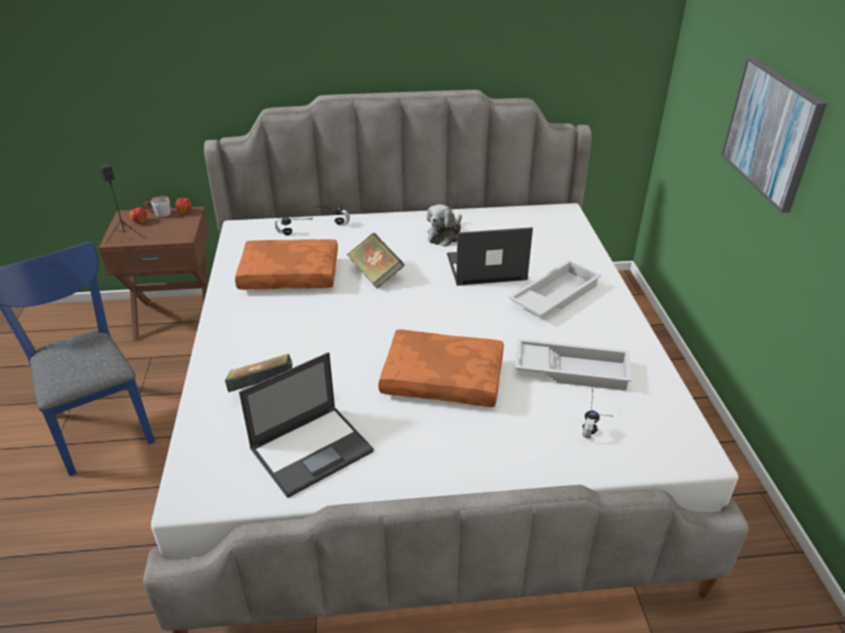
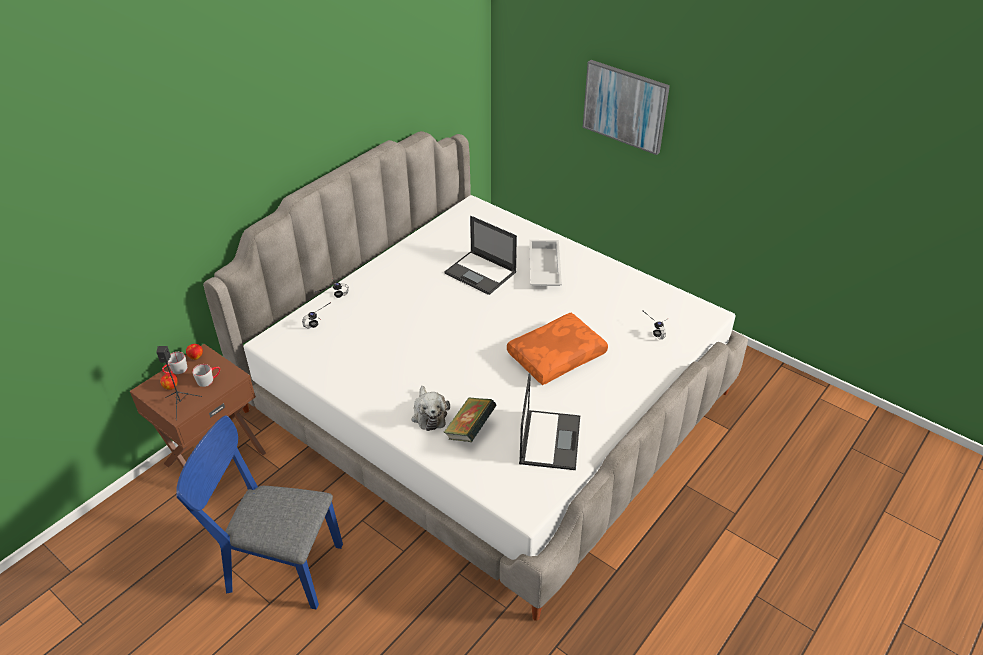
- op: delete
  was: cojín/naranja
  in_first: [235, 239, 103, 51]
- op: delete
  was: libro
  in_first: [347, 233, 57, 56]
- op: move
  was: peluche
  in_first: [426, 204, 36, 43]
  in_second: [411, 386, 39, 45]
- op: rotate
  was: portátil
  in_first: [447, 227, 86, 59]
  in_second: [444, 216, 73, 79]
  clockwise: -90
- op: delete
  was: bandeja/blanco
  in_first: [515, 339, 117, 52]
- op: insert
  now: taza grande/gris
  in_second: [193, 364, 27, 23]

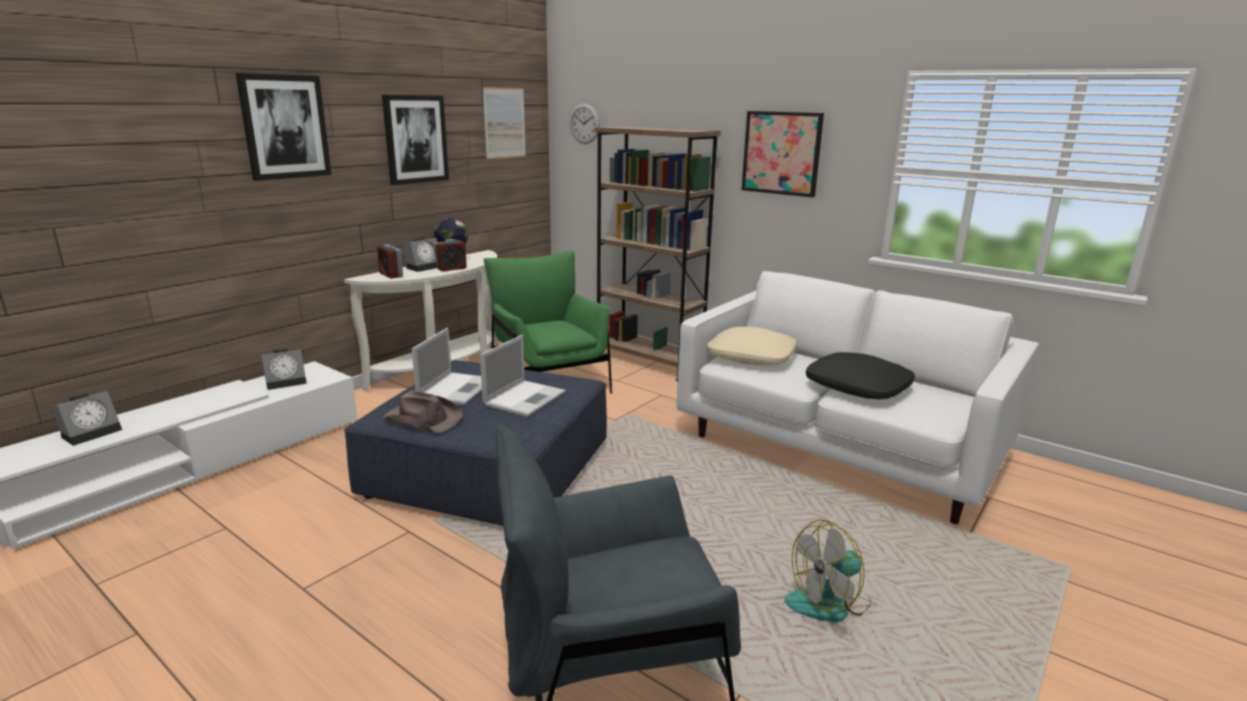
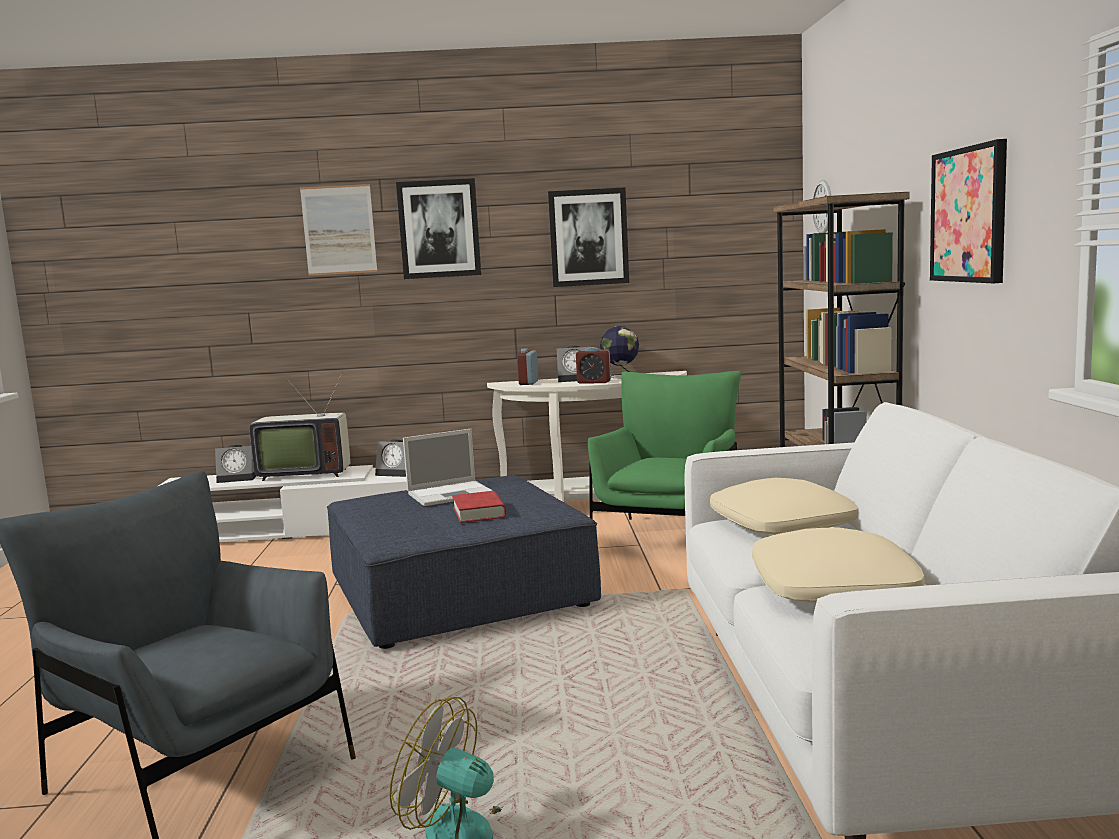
- op: delete
  was: sombrero/marrón
  in_first: [383, 391, 80, 42]
- op: replace
  was: portátil
  now: libro/rojo
  in_first: [480, 335, 86, 82]
  in_second: [452, 491, 54, 32]
- op: move
  was: cuadro
  in_first: [483, 87, 43, 73]
  in_second: [300, 184, 78, 92]
- op: recolor
  was: cojín/negro
  now: cojín/beis
  in_first: [806, 352, 109, 47]
  in_second: [752, 528, 173, 75]
- op: insert
  now: televisor
  in_second: [249, 372, 101, 109]

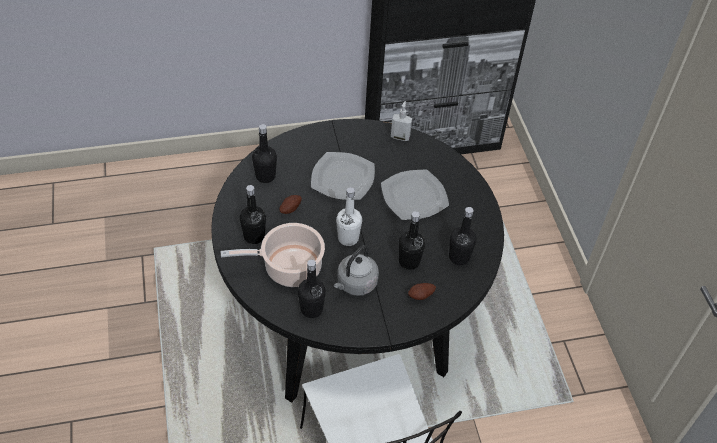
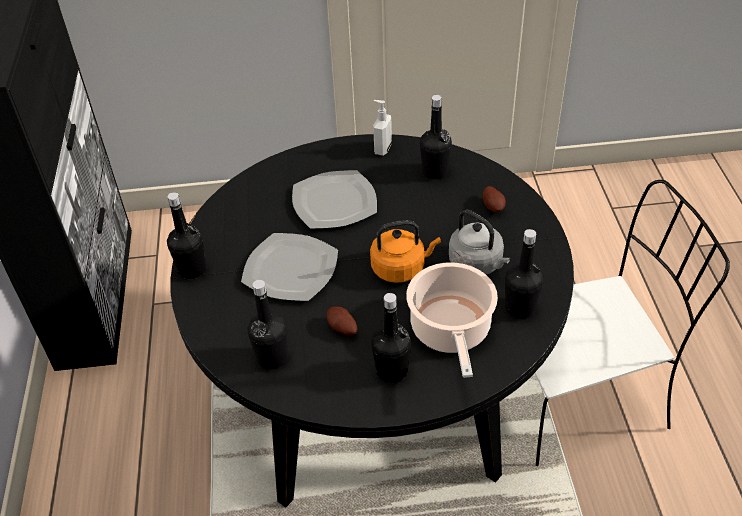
- op: replace
  was: botella/blanco
  now: hervidor/naranja
  in_first: [336, 187, 26, 59]
  in_second: [370, 220, 71, 63]
- op: move
  was: dispensador de jabón
  in_first: [391, 101, 21, 40]
  in_second: [373, 100, 19, 56]
- op: move
  was: botella/negro
  in_first: [399, 211, 26, 59]
  in_second: [167, 192, 39, 87]

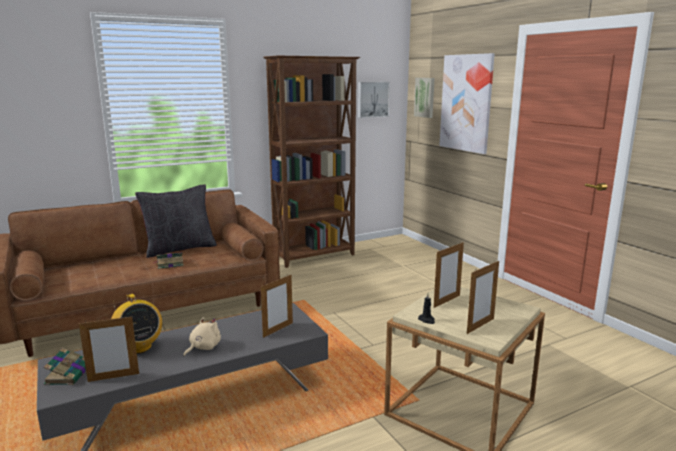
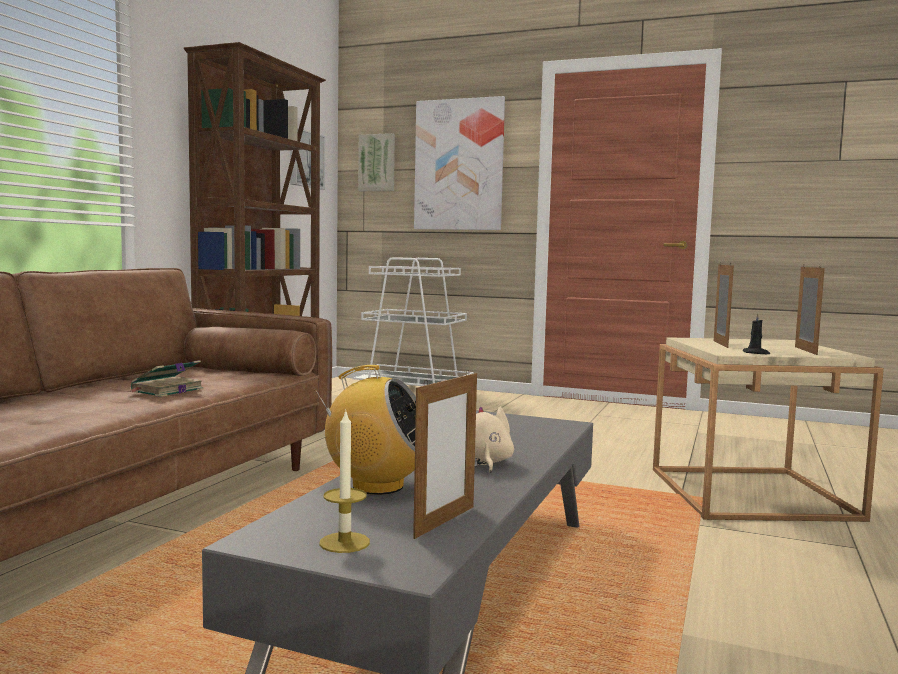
- op: replace
  was: libro
  now: vela
  in_first: [43, 348, 43, 37]
  in_second: [319, 409, 51, 144]
- op: delete
  was: cojín/negro
  in_first: [135, 185, 82, 73]
- op: delete
  was: portarretratos
  in_first: [261, 274, 32, 64]
- op: insert
  now: carrito/blanco
  in_second: [352, 257, 122, 129]

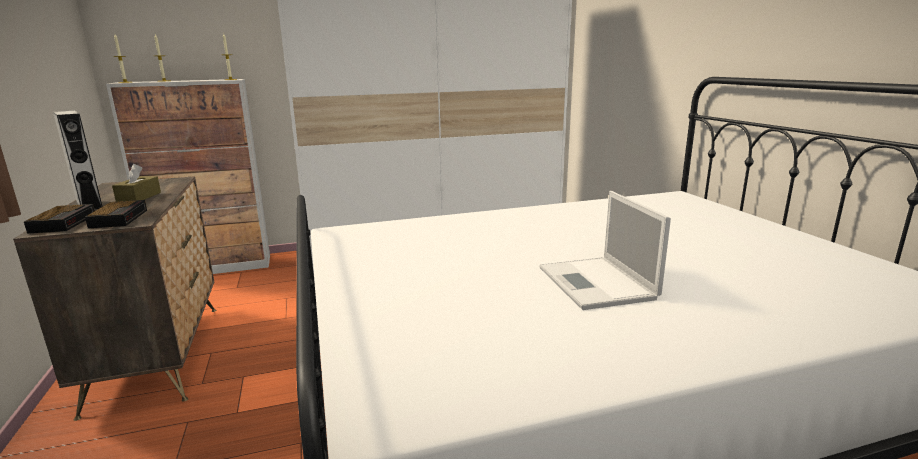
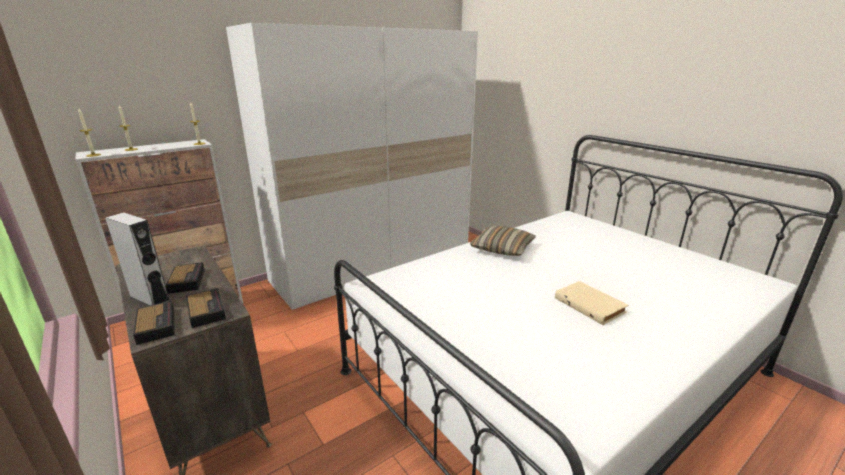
- op: replace
  was: caja de pañuelos/marrón
  now: despertador
  in_first: [112, 164, 49, 38]
  in_second: [166, 262, 39, 32]
- op: replace
  was: portátil
  now: libro/beis
  in_first: [539, 191, 132, 119]
  in_second: [555, 281, 73, 44]
- op: insert
  now: cojín
  in_second: [470, 226, 66, 30]

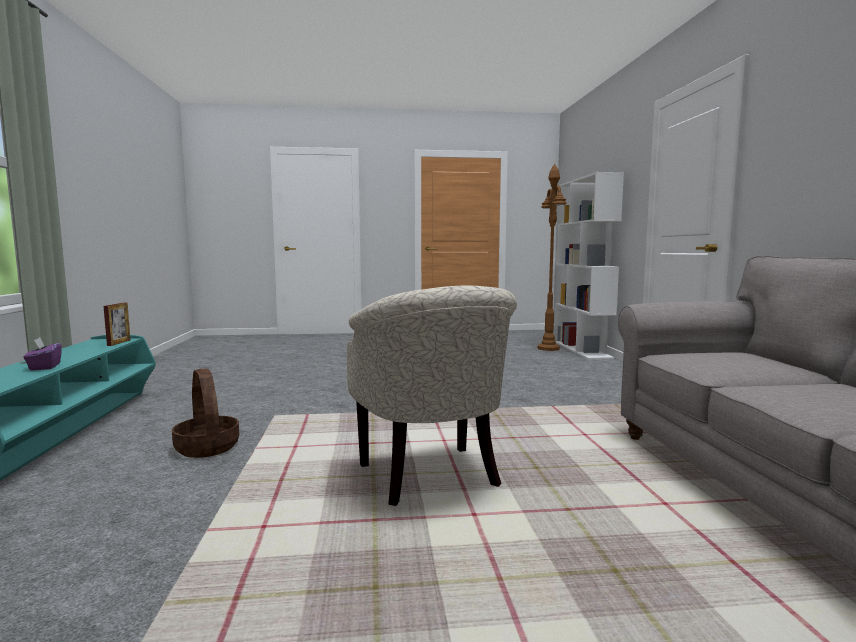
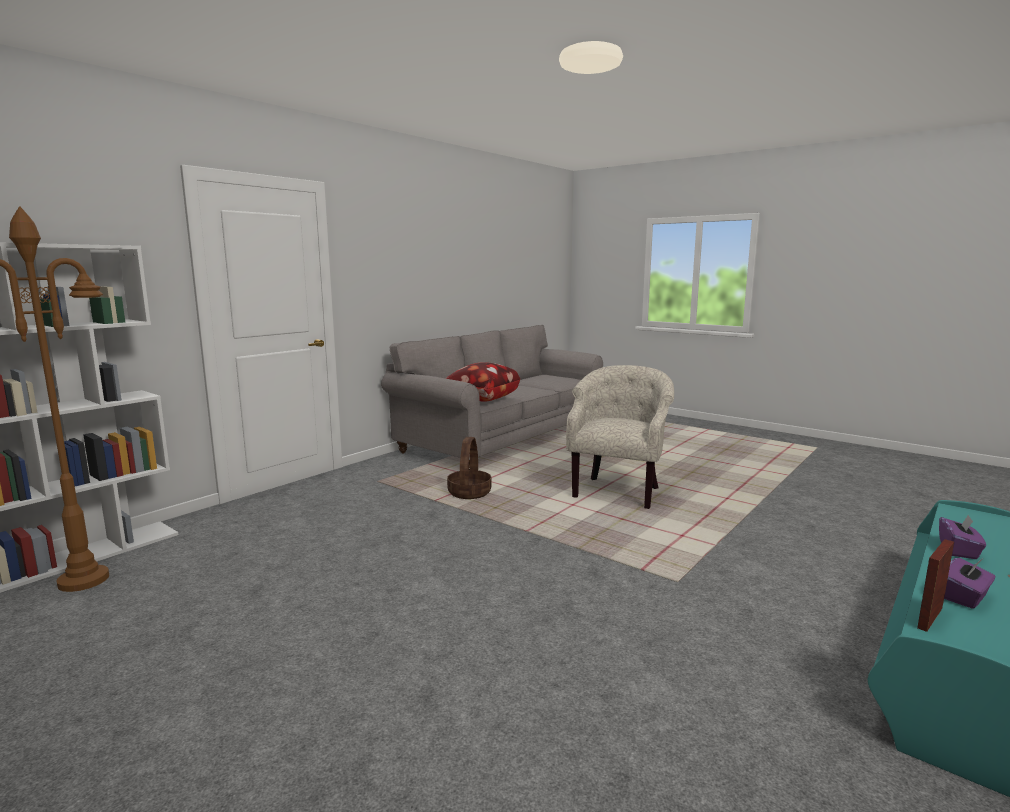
- op: move
  was: cesta
  in_first: [172, 369, 67, 89]
  in_second: [447, 437, 45, 62]
- op: insert
  now: cojín
  in_second: [445, 362, 75, 39]
- op: insert
  now: caja de pañuelos/morado
  in_second: [944, 558, 51, 51]

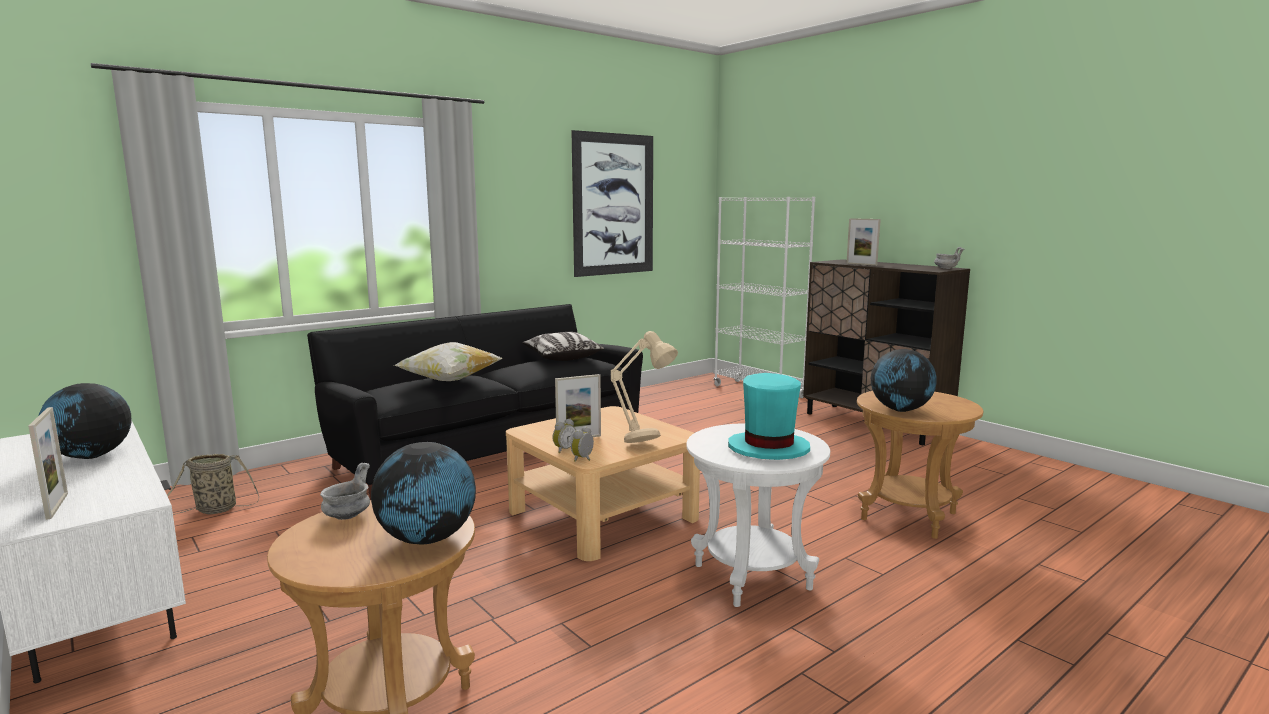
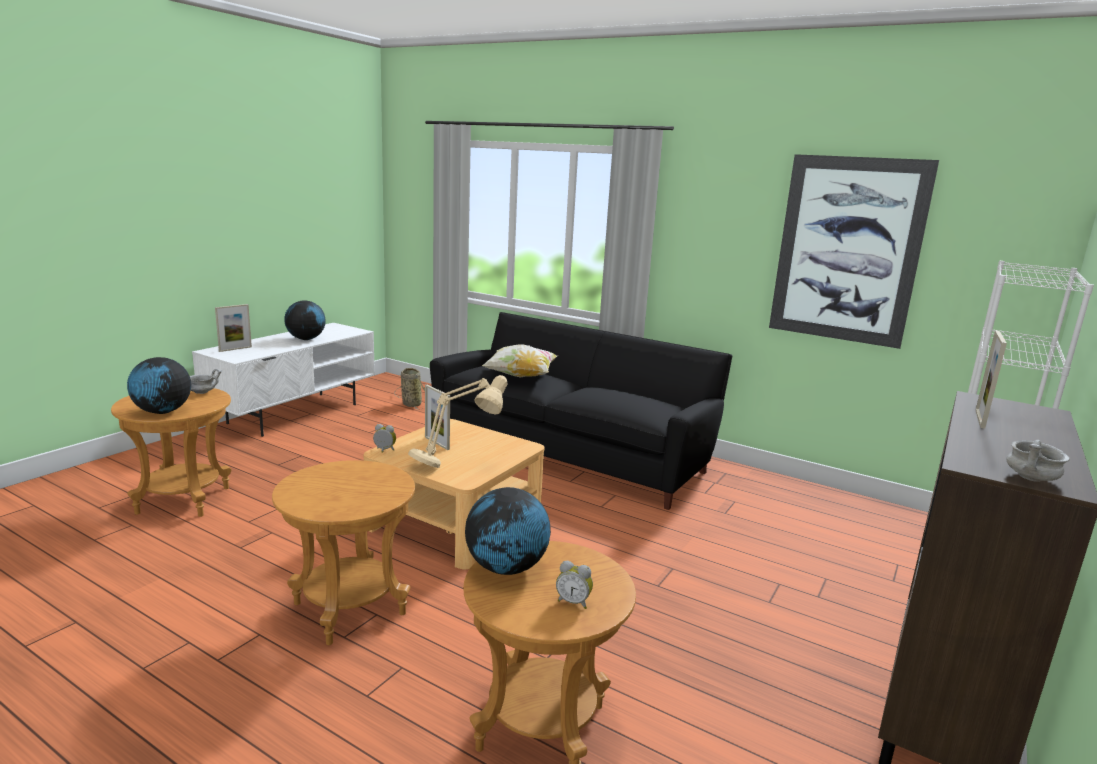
- op: delete
  was: cojín
  in_first: [522, 332, 82, 29]
- op: move
  was: despertador
  in_first: [553, 419, 23, 34]
  in_second: [556, 561, 37, 48]
- op: recolor
  was: mesa auxiliar/blanco
  now: mesa auxiliar/marrón
  in_first: [686, 423, 144, 184]
  in_second: [272, 460, 143, 185]
- op: delete
  was: sombrero/turquesa
  in_first: [728, 373, 82, 87]

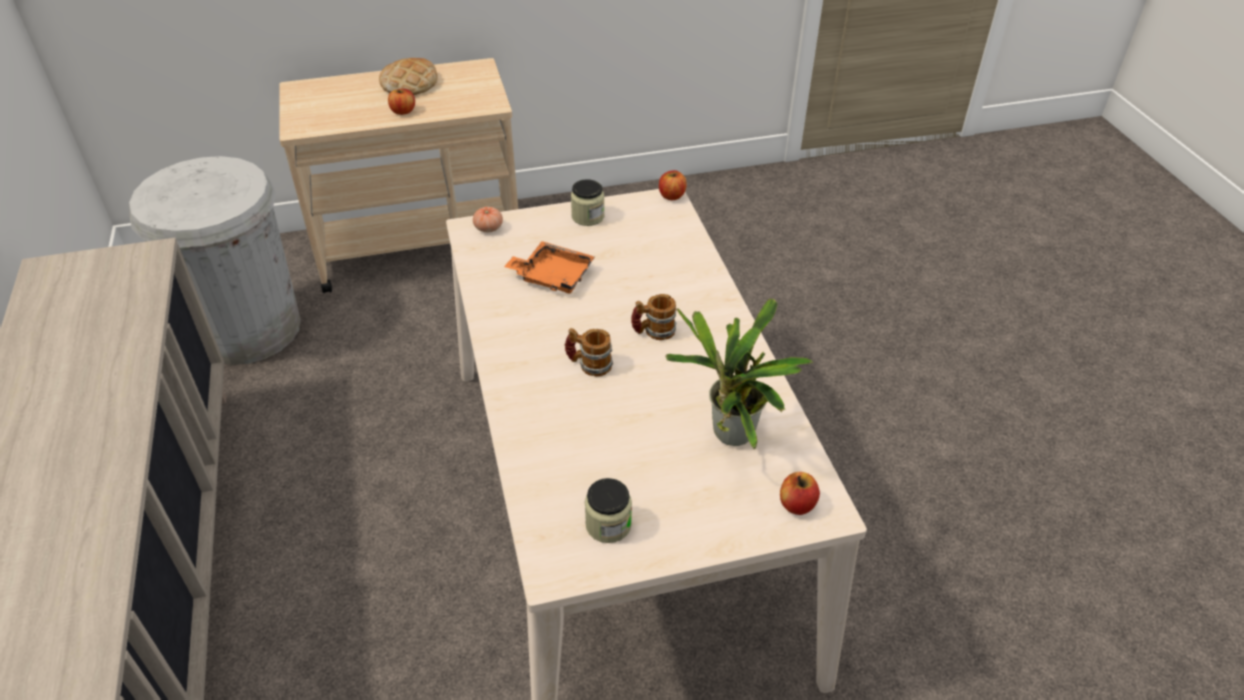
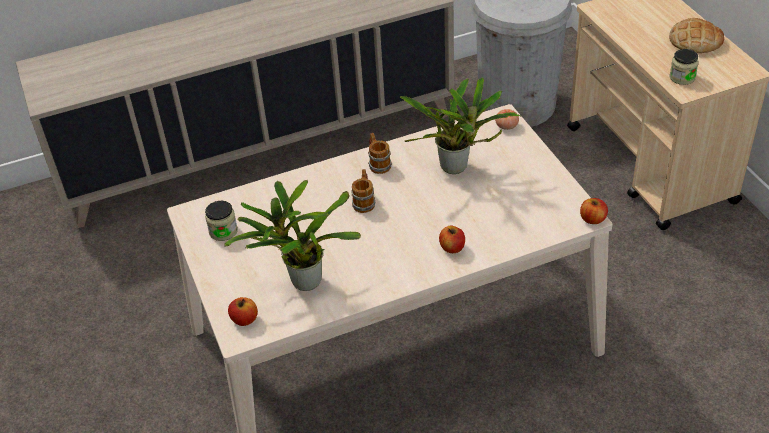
- op: move
  was: manzana
  in_first: [388, 89, 27, 26]
  in_second: [439, 226, 26, 27]
- op: replace
  was: bandeja/naranja
  now: planta en maceta
  in_first: [504, 241, 91, 53]
  in_second: [400, 78, 121, 96]
- op: move
  was: tarro
  in_first: [571, 179, 34, 47]
  in_second: [669, 49, 30, 36]
- op: move
  was: taza grande
  in_first: [631, 294, 46, 46]
  in_second: [368, 133, 24, 41]

